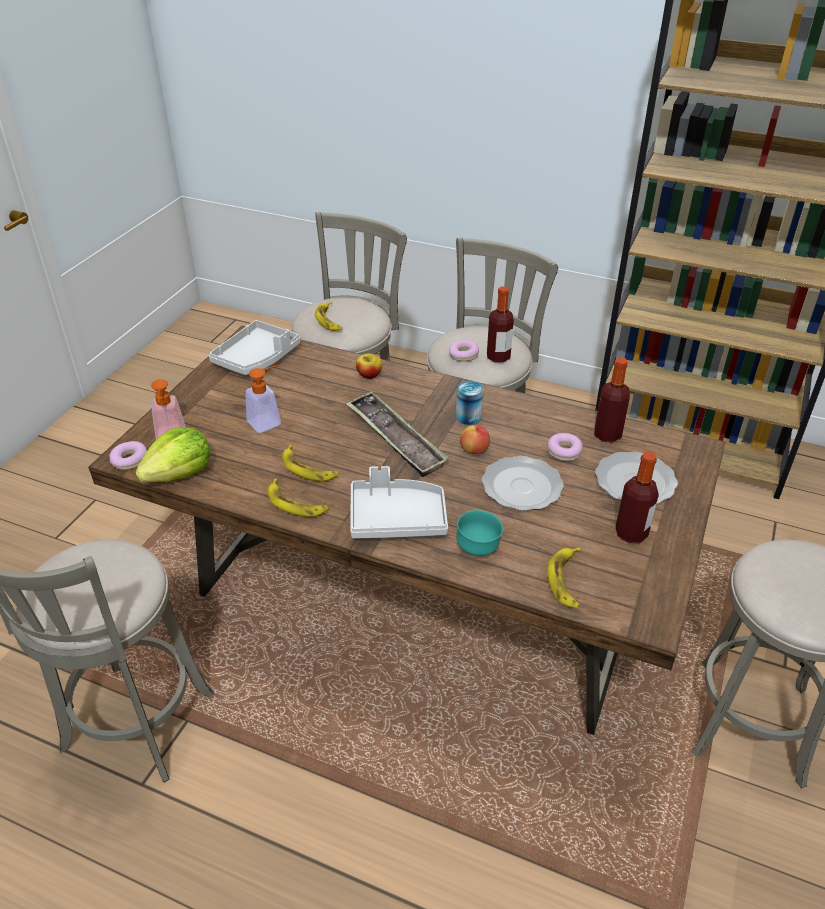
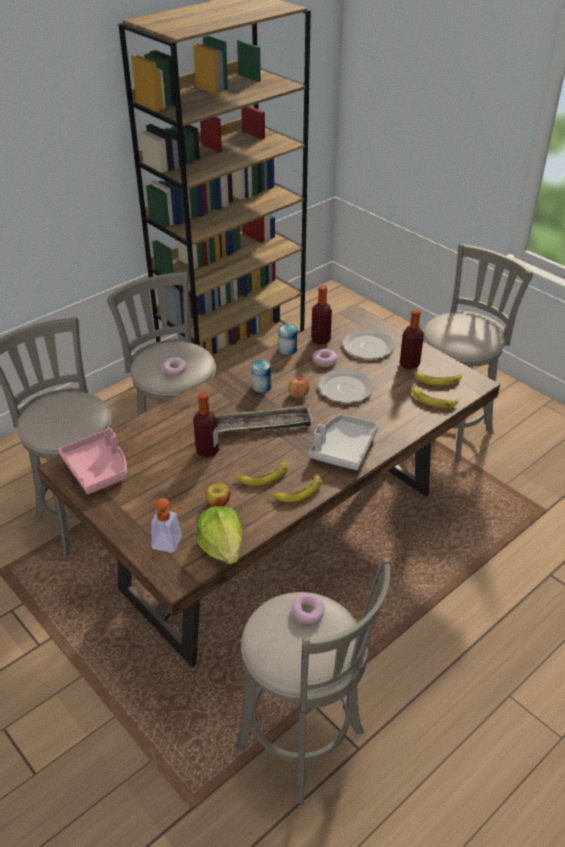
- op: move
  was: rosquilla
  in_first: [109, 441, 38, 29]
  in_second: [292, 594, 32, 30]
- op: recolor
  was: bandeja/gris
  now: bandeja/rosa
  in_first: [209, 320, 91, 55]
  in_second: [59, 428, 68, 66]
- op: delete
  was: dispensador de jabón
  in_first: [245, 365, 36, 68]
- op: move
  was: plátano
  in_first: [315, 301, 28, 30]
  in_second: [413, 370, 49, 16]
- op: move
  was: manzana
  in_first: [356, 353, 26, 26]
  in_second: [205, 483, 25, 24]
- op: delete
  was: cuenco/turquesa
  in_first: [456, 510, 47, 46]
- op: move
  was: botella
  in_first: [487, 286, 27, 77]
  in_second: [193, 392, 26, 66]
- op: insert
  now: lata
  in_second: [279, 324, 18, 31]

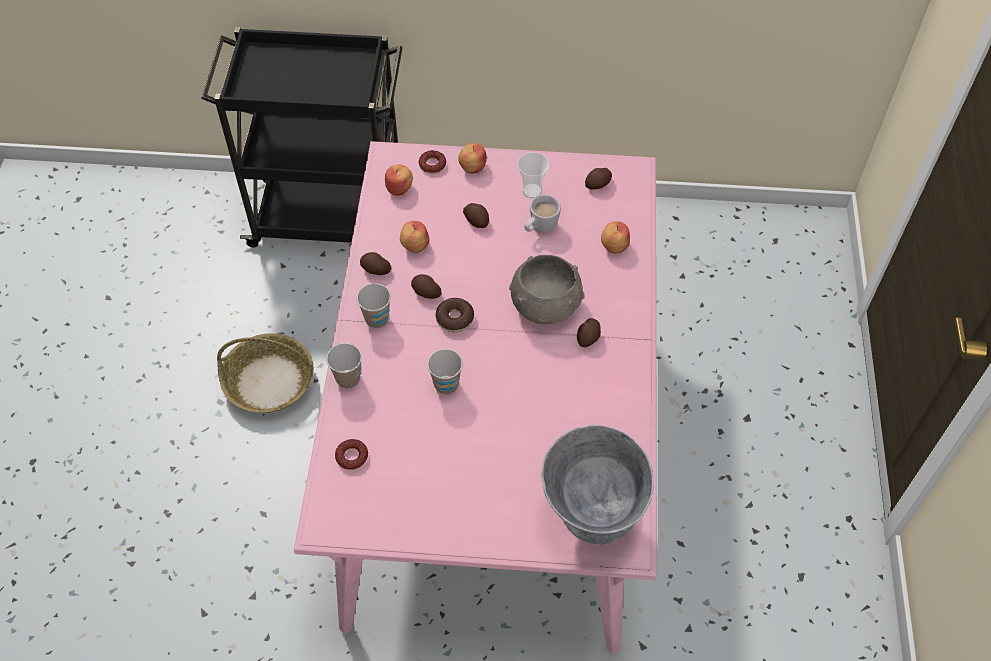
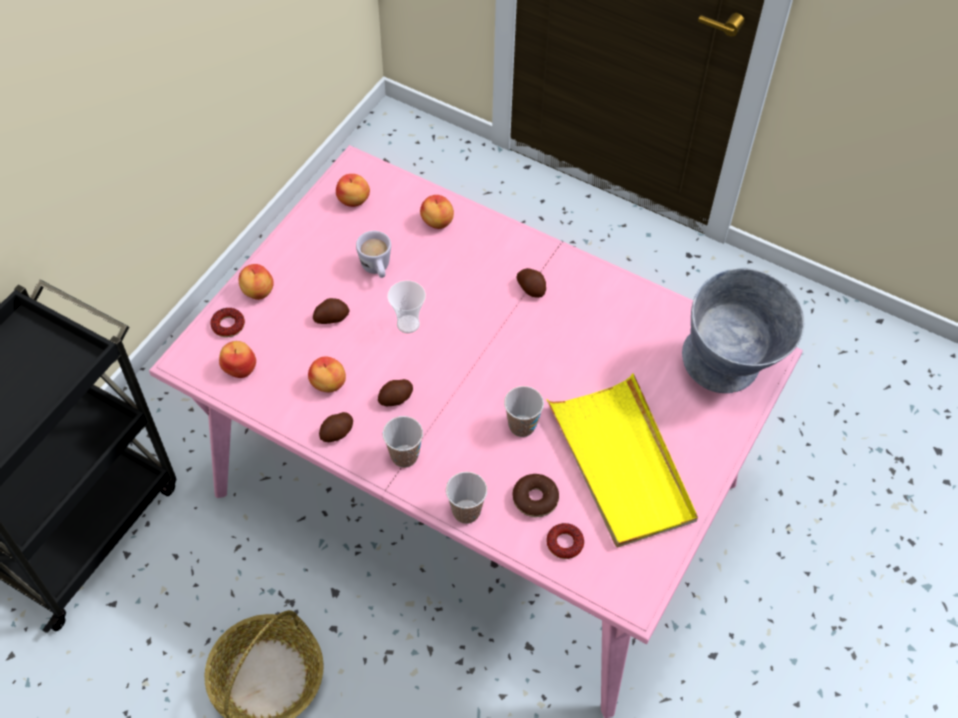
- op: move
  was: rosquilla
  in_first: [435, 298, 39, 34]
  in_second: [512, 474, 47, 44]
- op: delete
  was: cuenco/gris
  in_first: [509, 255, 75, 69]
- op: move
  was: taza
  in_first: [517, 152, 32, 46]
  in_second: [387, 280, 39, 53]
- op: replace
  was: patata
  now: manzana
  in_first: [585, 168, 27, 22]
  in_second: [336, 174, 34, 33]
- op: insert
  now: bandeja/amarillo
  in_second: [546, 373, 152, 174]

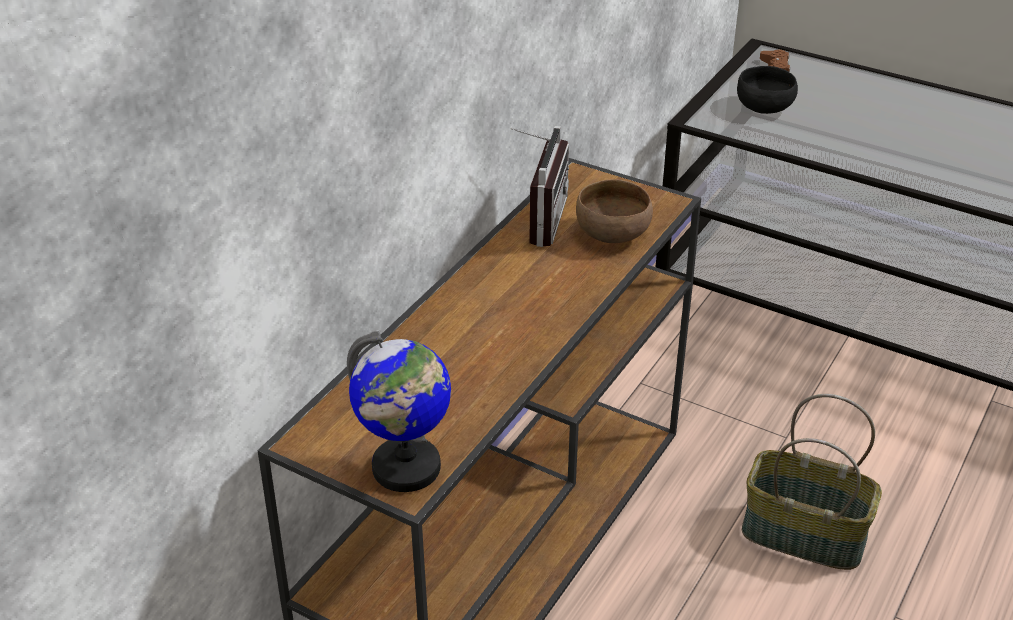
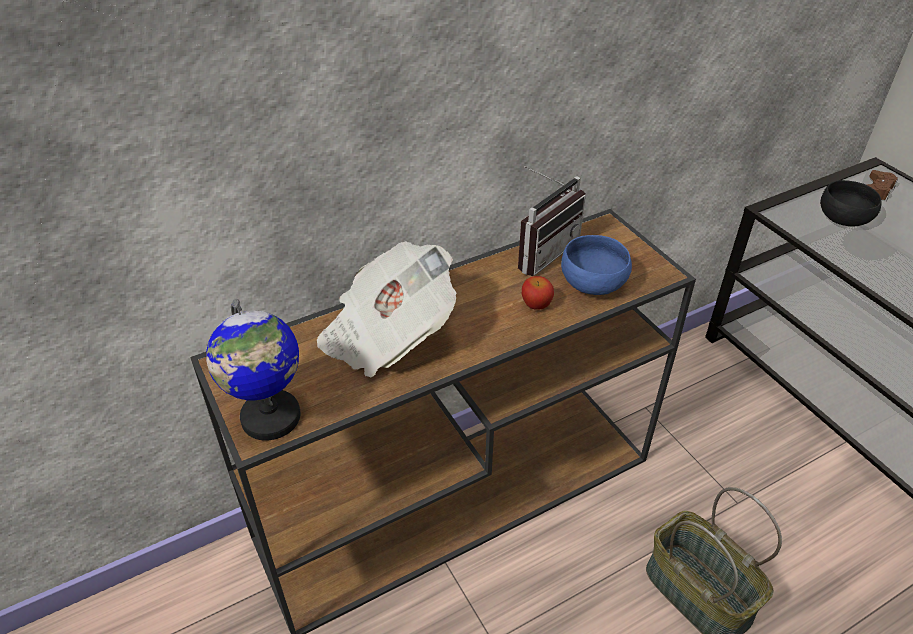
- op: recolor
  was: cuenco/marrón
  now: cuenco/azul
  in_first: [576, 179, 77, 64]
  in_second: [561, 235, 71, 60]
- op: insert
  now: periódico
  in_second: [317, 241, 139, 137]
- op: insert
  now: manzana
  in_second: [522, 276, 32, 34]

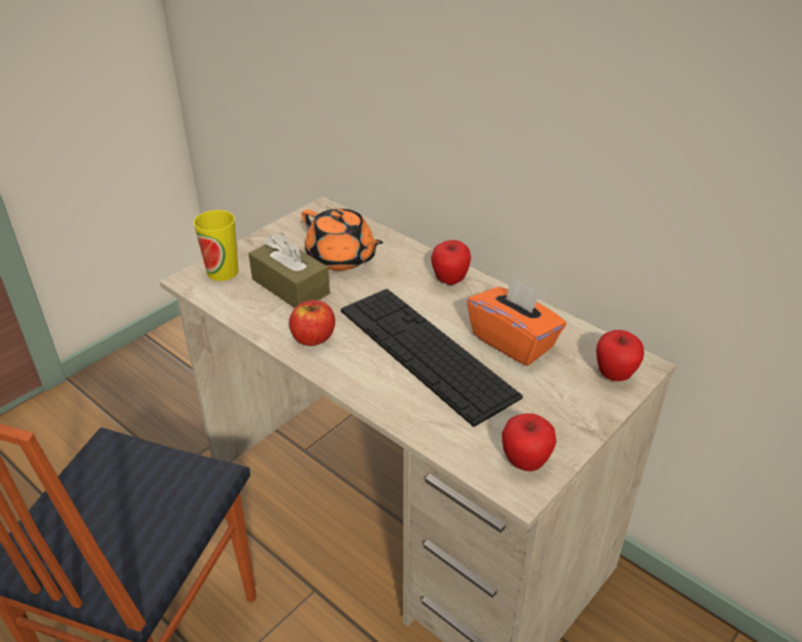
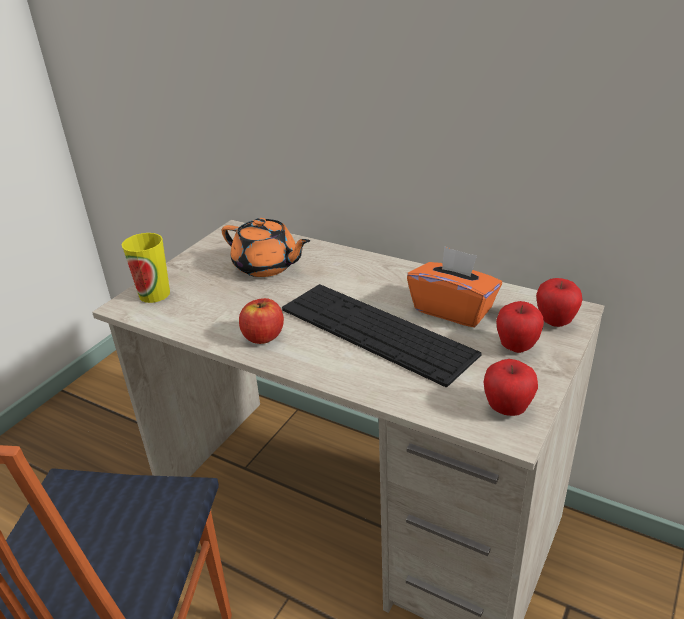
- op: delete
  was: caja de pañuelos/marrón
  in_first: [249, 233, 81, 75]
- op: move
  was: manzana
  in_first: [431, 240, 40, 45]
  in_second: [496, 301, 48, 52]

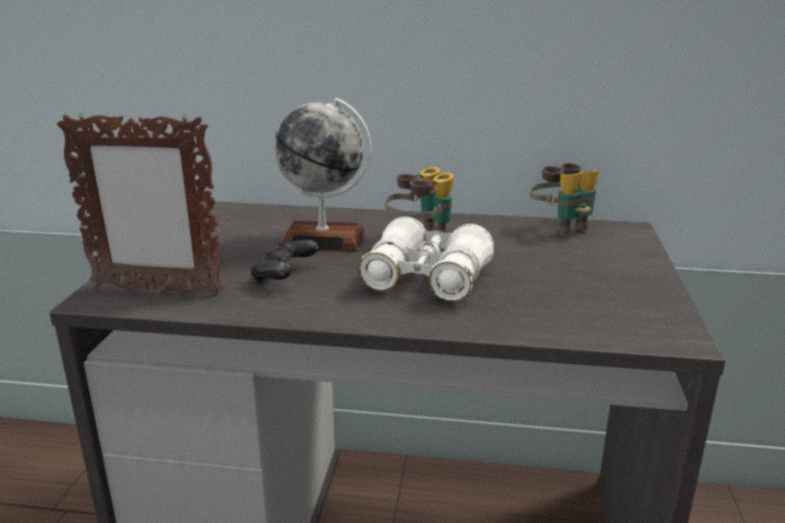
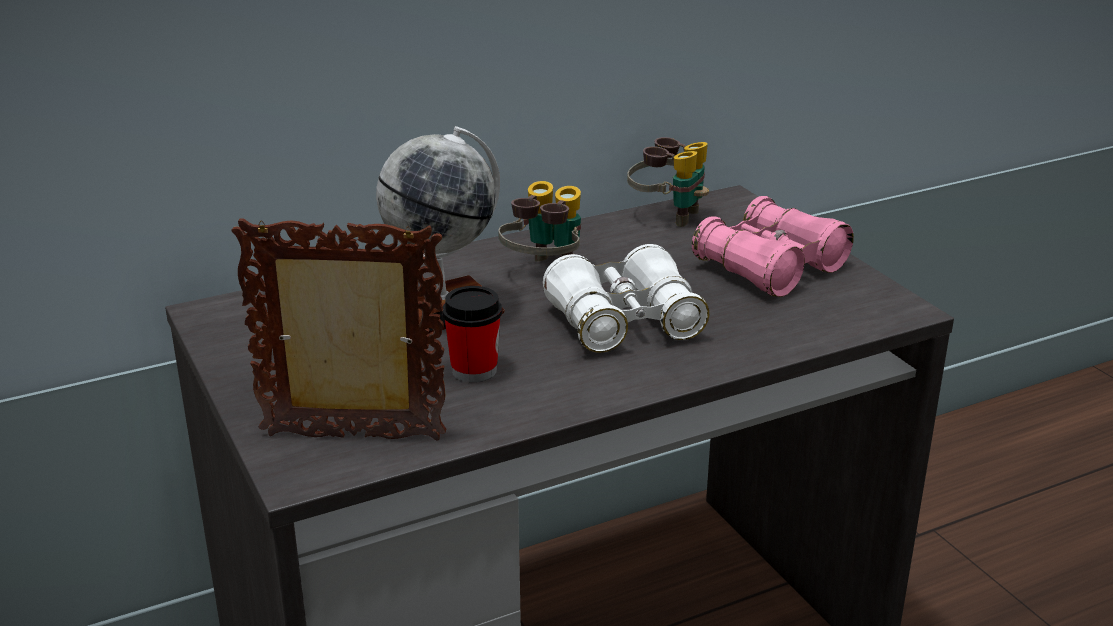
- op: rotate
  was: portarretratos
  in_first: [57, 113, 167, 182]
  in_second: [231, 218, 215, 222]
  clockwise: -150
- op: replace
  was: mando de consola/negro
  now: taza
  in_first: [251, 240, 68, 43]
  in_second: [442, 286, 60, 96]
- op: insert
  now: prismáticos/rosa
  in_second: [692, 196, 162, 101]

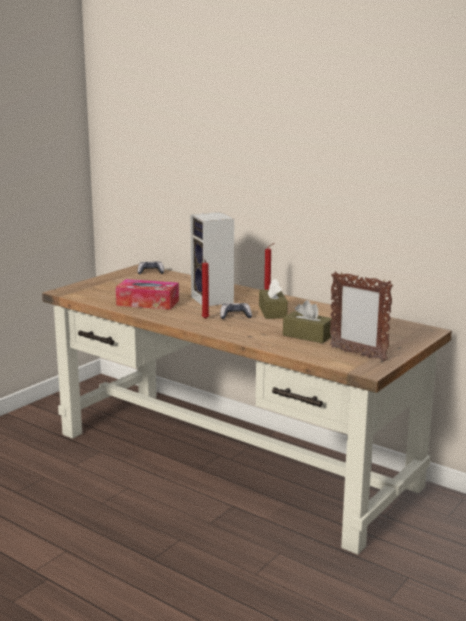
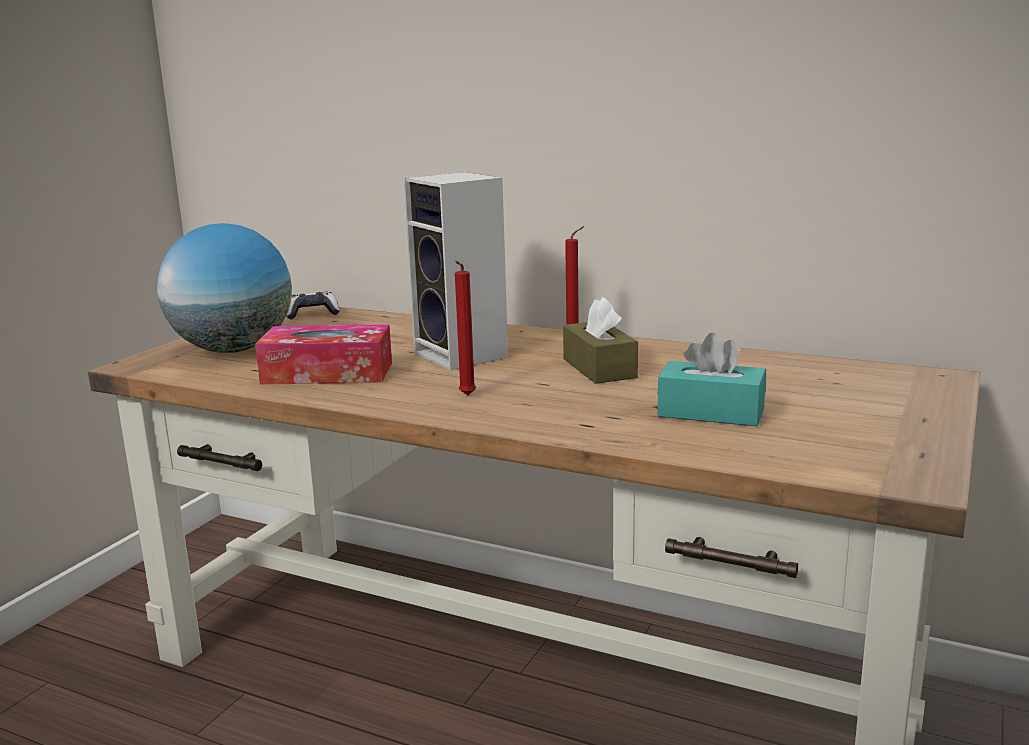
- op: delete
  was: mando de consola
  in_first: [220, 303, 32, 16]
- op: recolor
  was: caja de pañuelos/marrón
  now: caja de pañuelos/turquesa
  in_first: [283, 300, 49, 43]
  in_second: [658, 332, 108, 94]
- op: delete
  was: portarretratos
  in_first: [330, 271, 63, 90]
- op: insert
  now: globo terráqueo
  in_second: [157, 223, 135, 130]

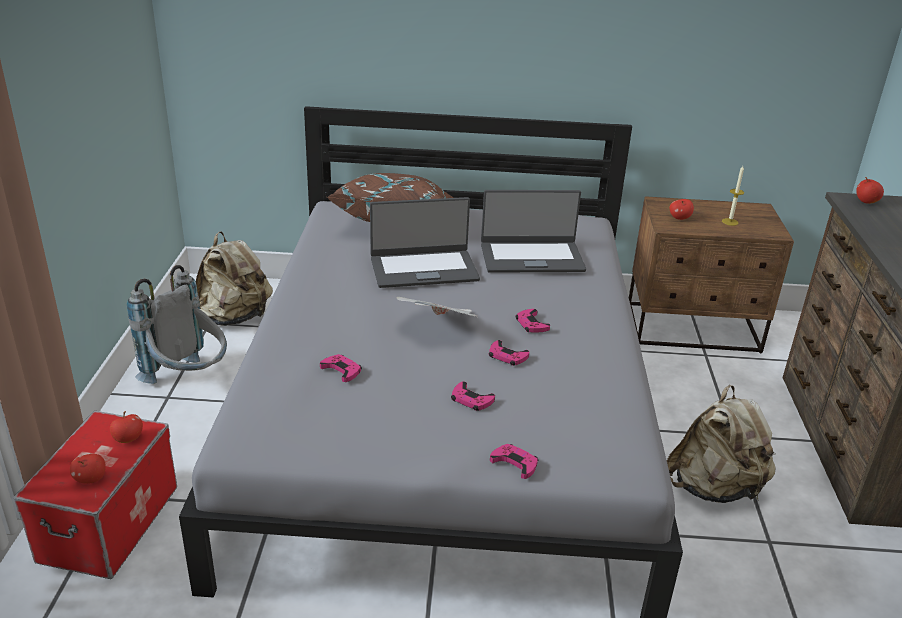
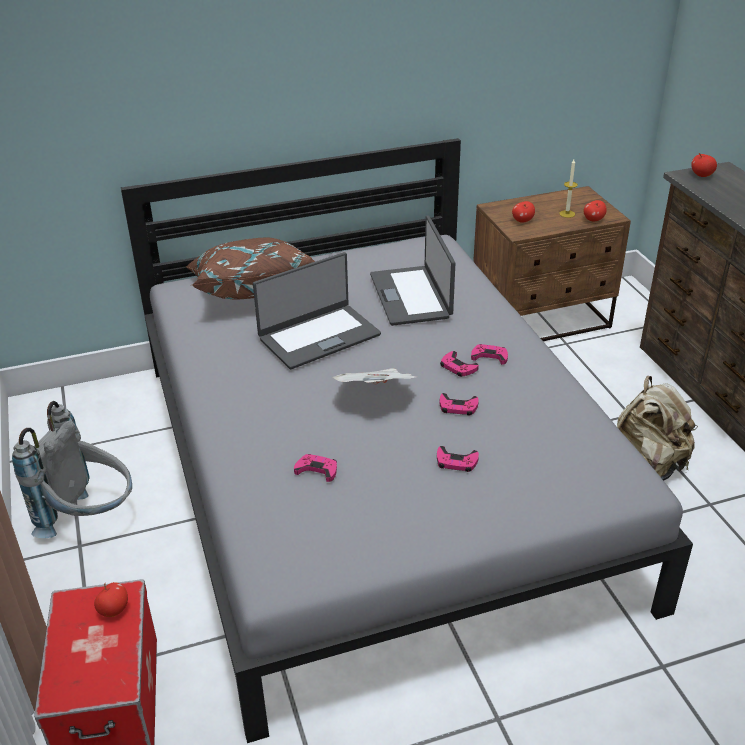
- op: move
  was: manzana
  in_first: [70, 454, 36, 30]
  in_second: [583, 200, 24, 22]
- op: delete
  was: mochila/beis
  in_first: [196, 231, 77, 95]
- op: rotate
  was: portátil
  in_first: [481, 190, 105, 83]
  in_second: [370, 216, 85, 110]
  clockwise: 105
- op: move
  was: mando de consola/rosa
  in_first: [490, 444, 48, 35]
  in_second: [471, 344, 37, 21]

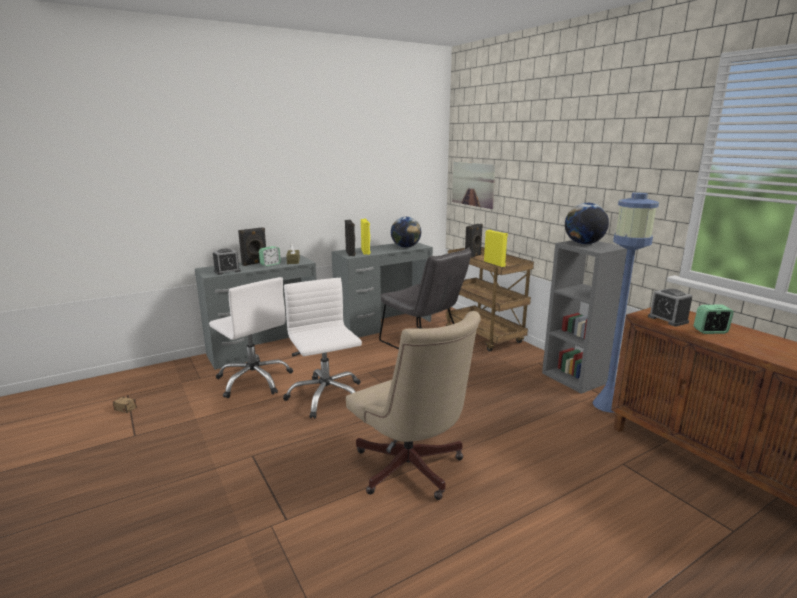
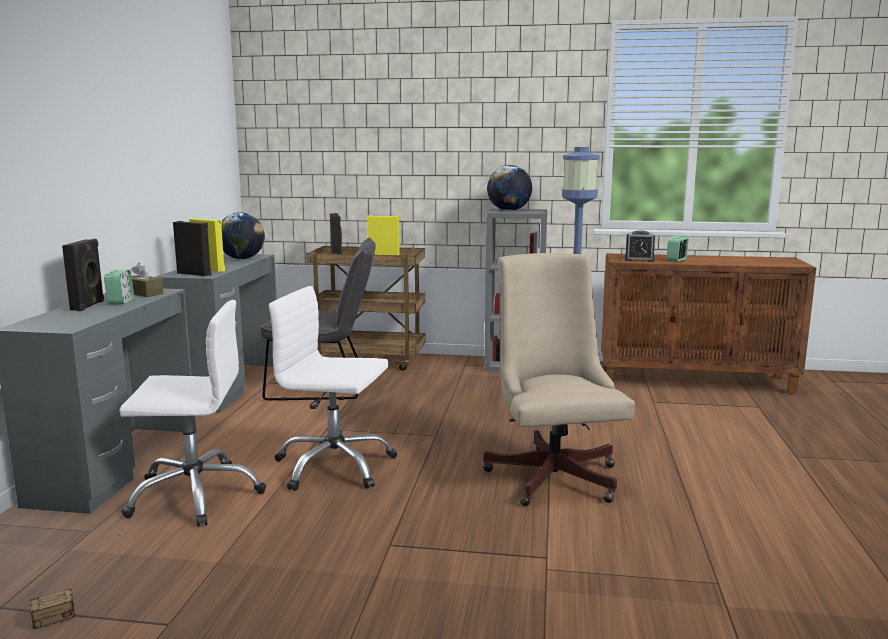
- op: delete
  was: despertador
  in_first: [213, 249, 28, 26]
- op: rotate
  was: silla de oficina/beis
  in_first: [346, 311, 135, 189]
  in_second: [483, 253, 152, 253]
  clockwise: -105
- op: delete
  was: cuadro
  in_first: [452, 162, 44, 47]

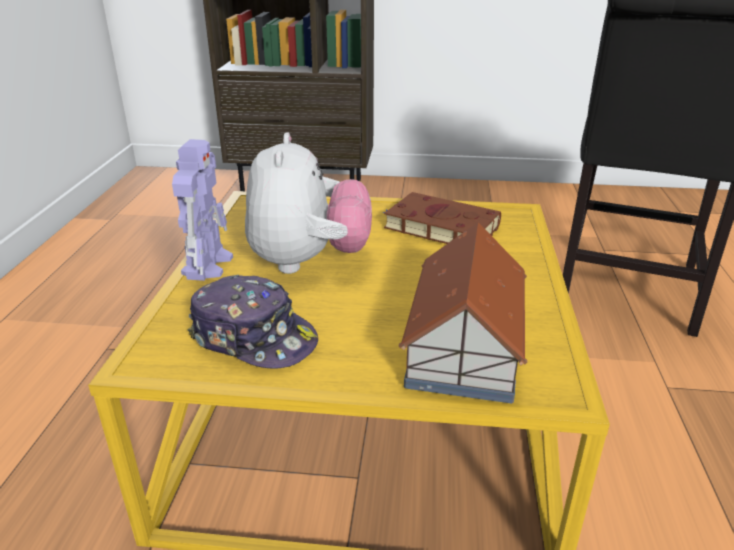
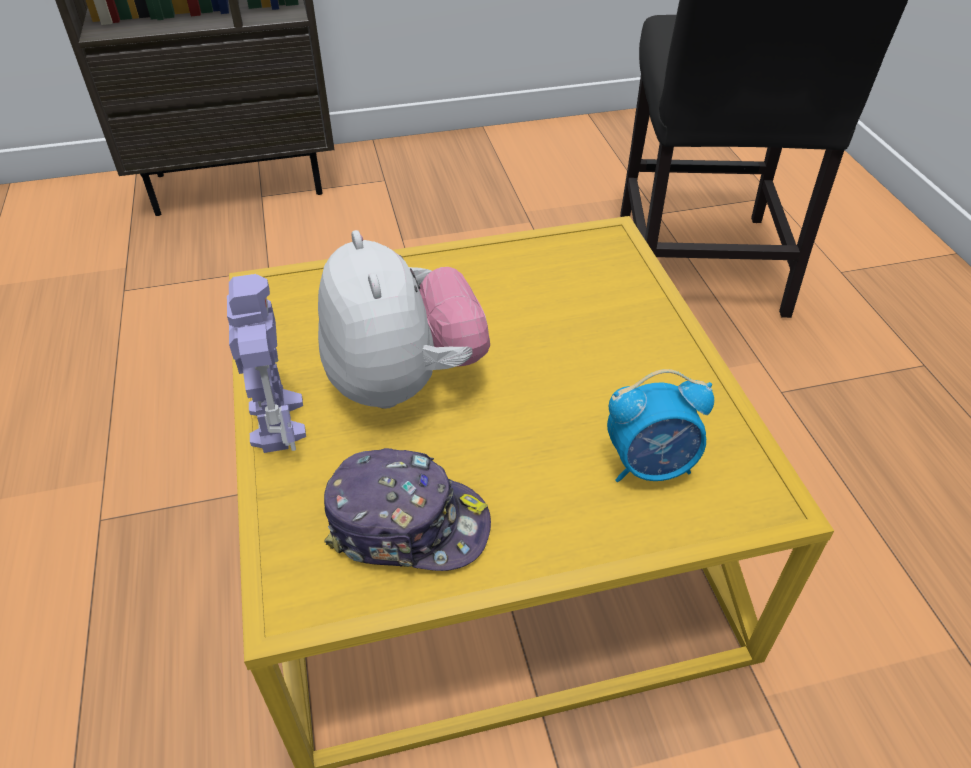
- op: delete
  was: libro/marrón
  in_first: [383, 192, 118, 52]
- op: replace
  was: casita
  now: despertador
  in_first: [399, 222, 129, 182]
  in_second: [607, 369, 107, 113]

